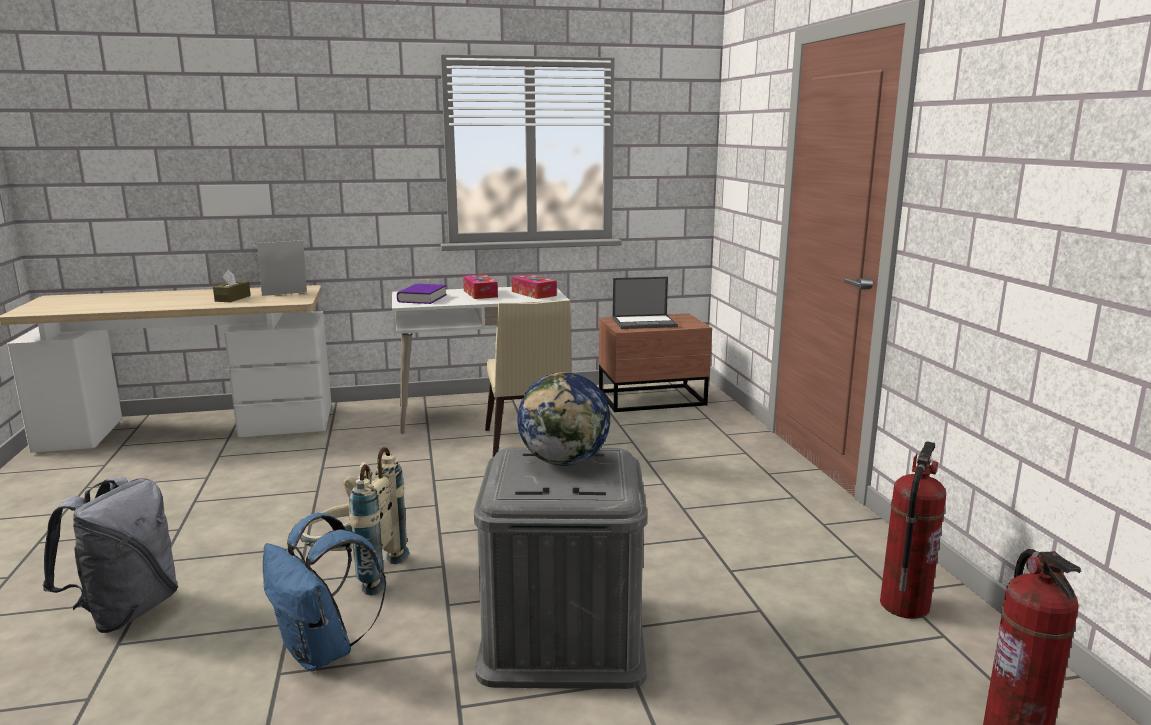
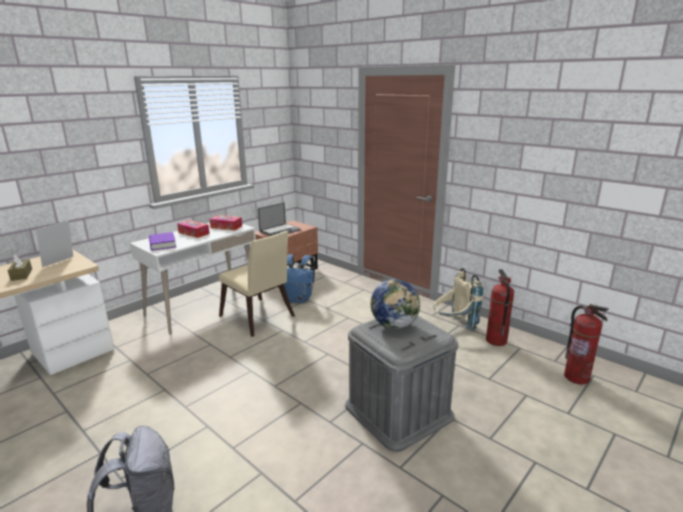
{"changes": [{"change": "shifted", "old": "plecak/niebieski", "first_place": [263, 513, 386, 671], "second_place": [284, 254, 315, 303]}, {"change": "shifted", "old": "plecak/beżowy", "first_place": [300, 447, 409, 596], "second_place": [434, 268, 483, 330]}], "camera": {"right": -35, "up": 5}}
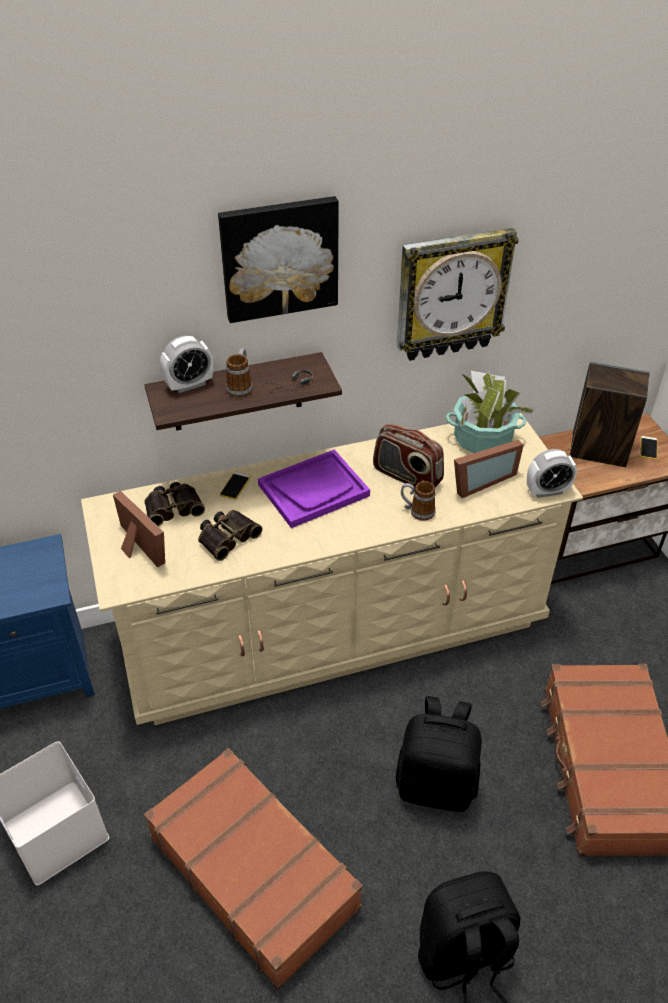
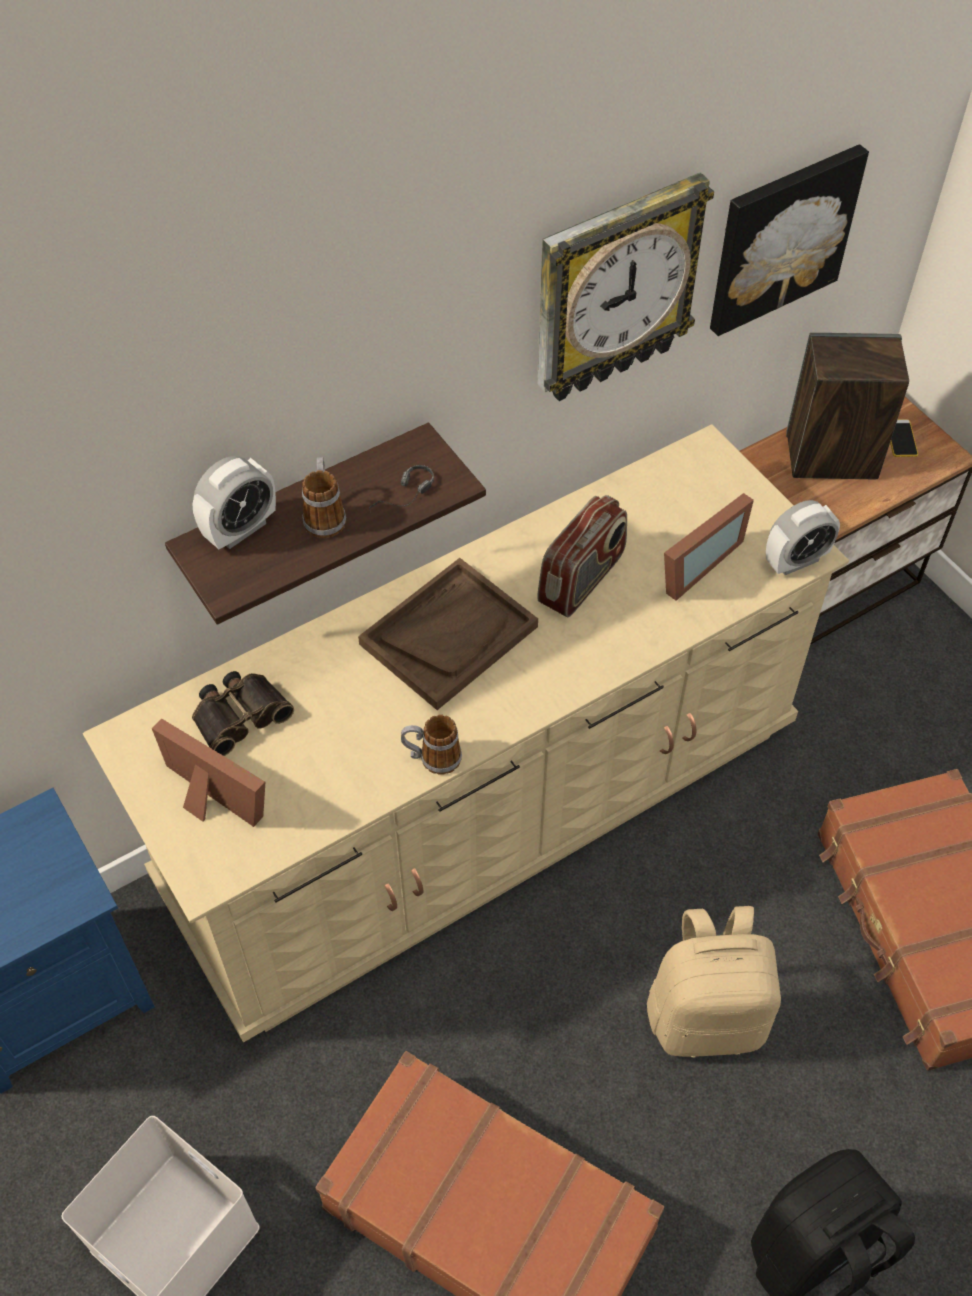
{"changes": [{"change": "gone", "old": "lornetka", "first_place": [198, 510, 263, 561]}, {"change": "shifted", "old": "obraz", "first_place": [218, 196, 339, 323], "second_place": [710, 144, 869, 336]}, {"change": "gone", "old": "telefon", "first_place": [220, 472, 251, 500]}, {"change": "repainted", "old": "taca/fioletowy", "new": "taca/brązowy", "first_place": [258, 449, 370, 528], "second_place": [358, 558, 538, 710]}, {"change": "rotated", "old": "radio", "first_place": [373, 424, 444, 487], "second_place": [537, 495, 627, 618], "degrees": -75}, {"change": "repainted", "old": "plecak/czarny", "new": "plecak/beżowy", "first_place": [396, 696, 482, 812], "second_place": [647, 906, 781, 1058]}, {"change": "shifted", "old": "kubek", "first_place": [401, 481, 436, 520], "second_place": [401, 715, 462, 775]}, {"change": "gone", "old": "roślina doniczkowa", "first_place": [446, 371, 536, 453]}], "camera": {"right": -15, "up": 10}}
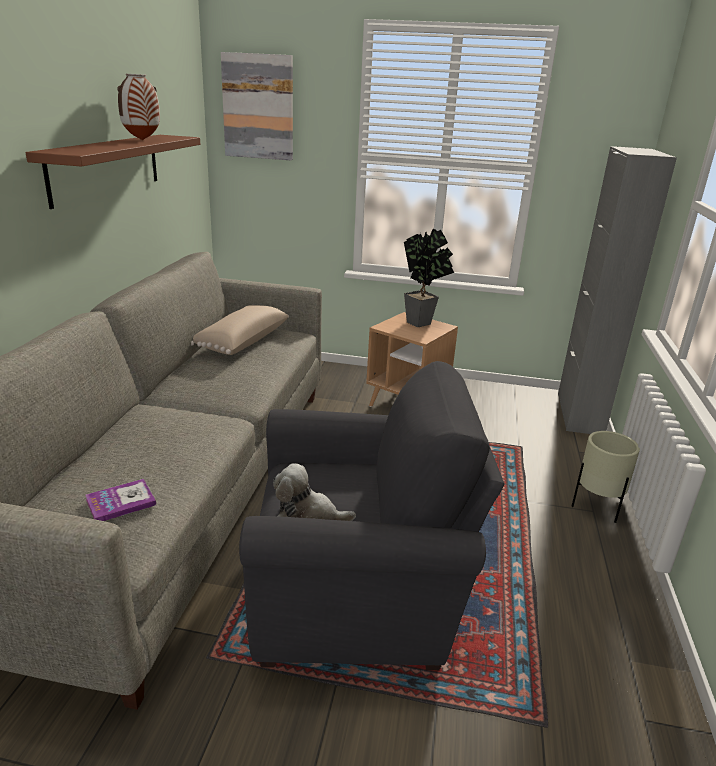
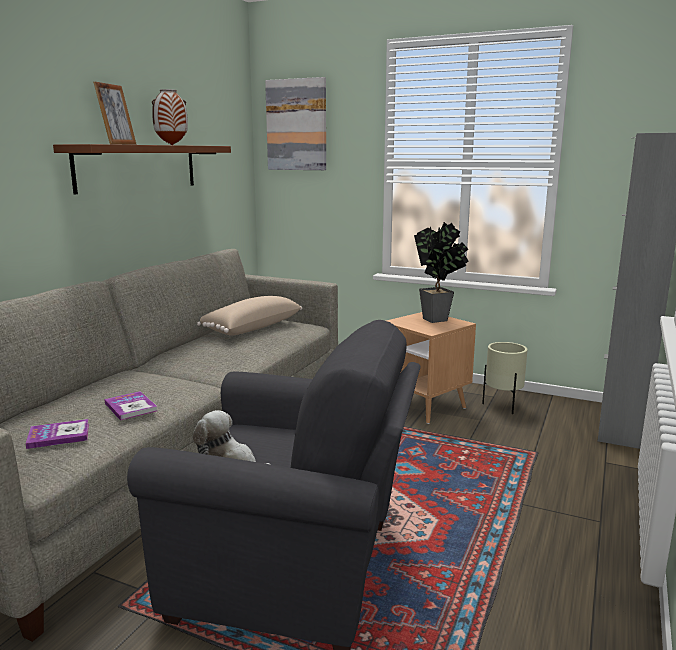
{"changes": [{"change": "shifted", "old": "donica/beżowy", "first_place": [572, 431, 640, 523], "second_place": [482, 342, 527, 414]}, {"change": "new", "new": "ramka na zdjęcie", "second_place": [93, 82, 137, 145]}, {"change": "new", "new": "książka", "second_place": [104, 391, 157, 420]}], "camera": {"right": 15, "up": -10}}
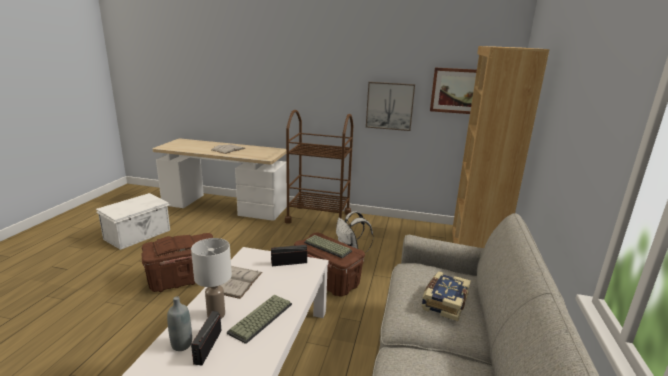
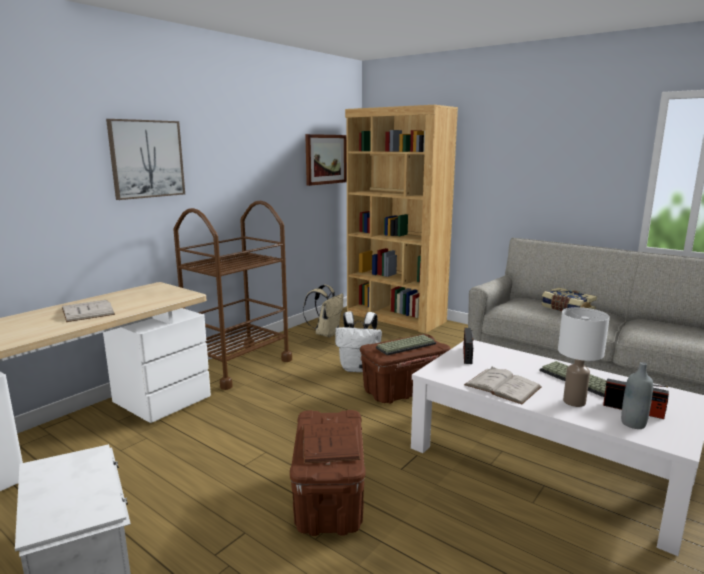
{"changes": [{"change": "shifted", "old": "obraz", "first_place": [366, 82, 415, 131], "second_place": [106, 119, 185, 200]}, {"change": "new", "new": "plecak/beżowy", "second_place": [303, 285, 343, 338]}], "camera": {"right": -65, "up": -5}}
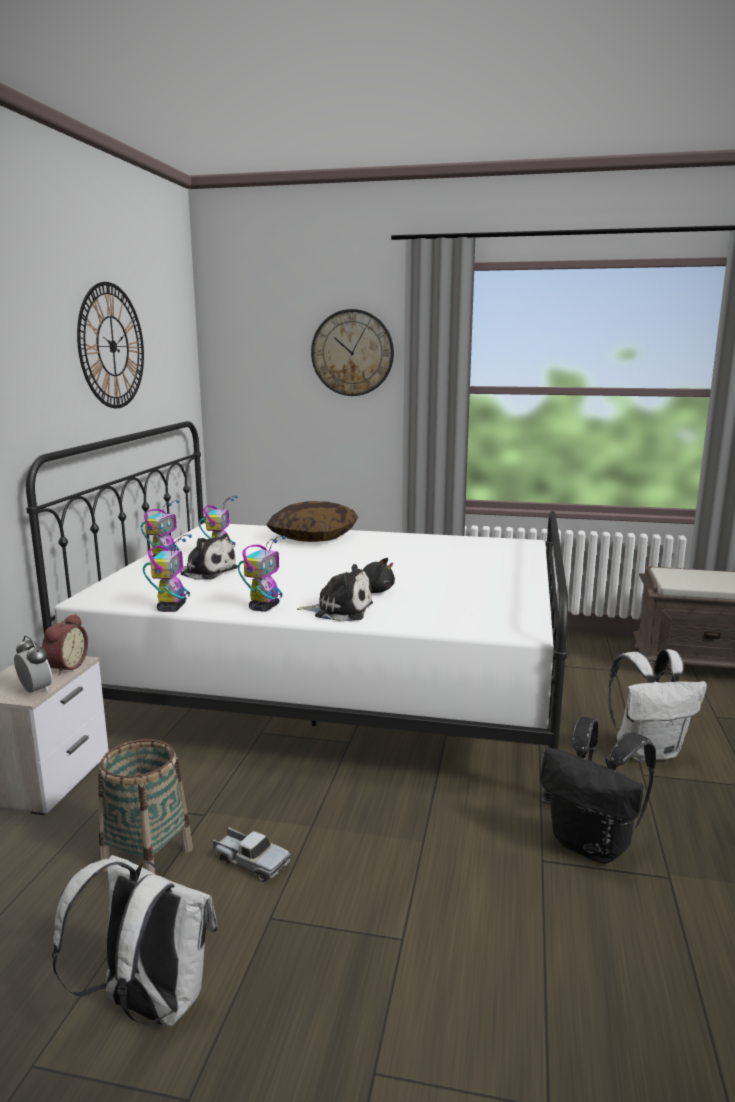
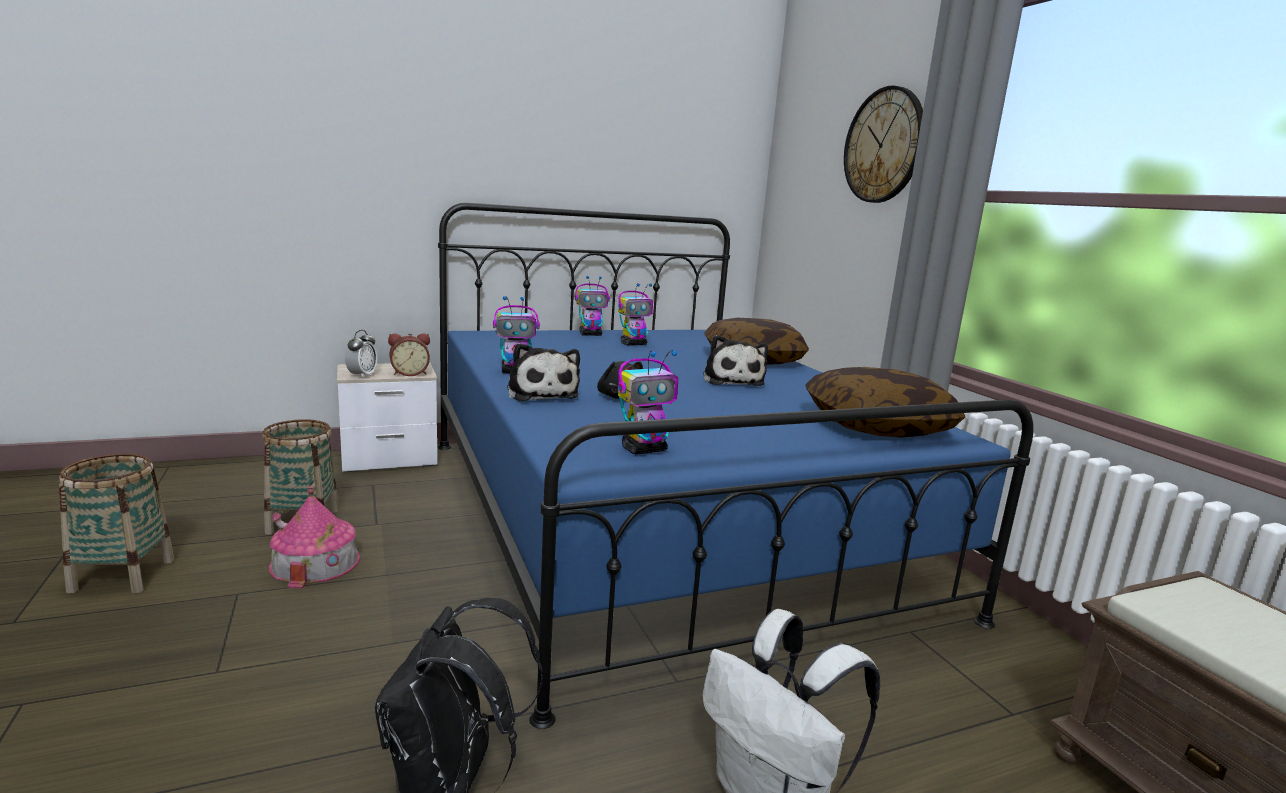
{"changes": [{"change": "repainted", "old": "łóżko/biały", "new": "łóżko/niebieski", "first_place": [26, 421, 568, 804], "second_place": [438, 203, 1034, 729]}, {"change": "swapped", "old": "plecak/biały", "new": "koszyk", "first_place": [52, 855, 218, 1027], "second_place": [59, 454, 174, 594]}, {"change": "gone", "old": "zegar ścienny", "first_place": [77, 282, 144, 408]}, {"change": "shifted", "old": "robot zabawkowy", "first_place": [143, 534, 192, 612], "second_place": [618, 350, 678, 455]}, {"change": "shifted", "old": "pluszak", "first_place": [181, 533, 238, 580], "second_place": [703, 335, 768, 386]}, {"change": "swapped", "old": "ciężarówka zabawkowa", "new": "domek", "first_place": [213, 827, 291, 882], "second_place": [269, 486, 360, 589]}, {"change": "new", "new": "poduszka", "second_place": [805, 367, 965, 438]}], "camera": {"right": 55, "up": 0}}
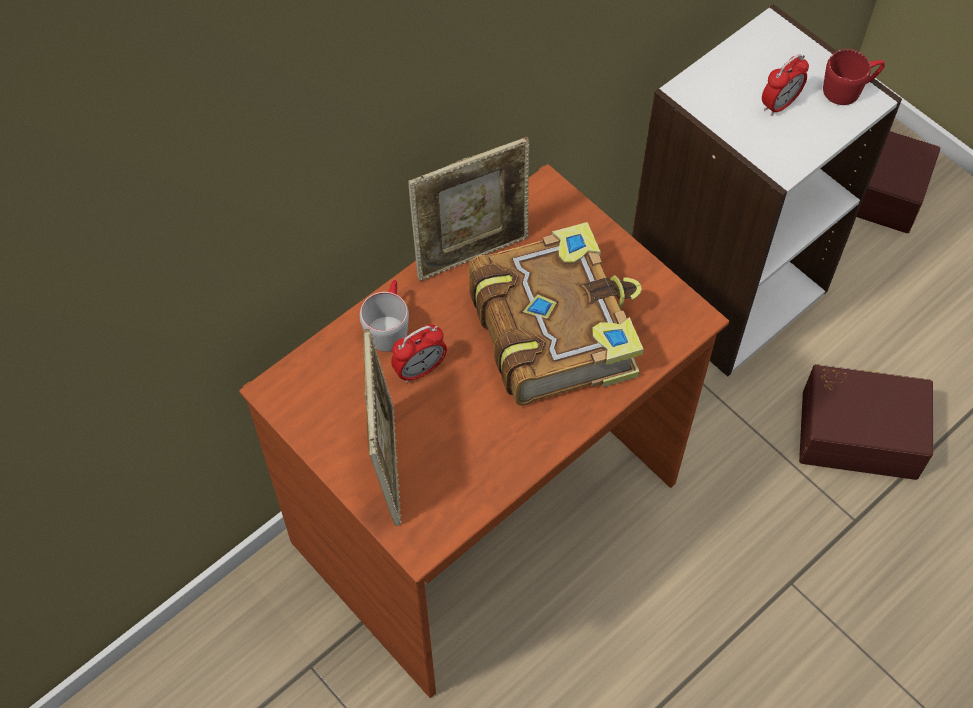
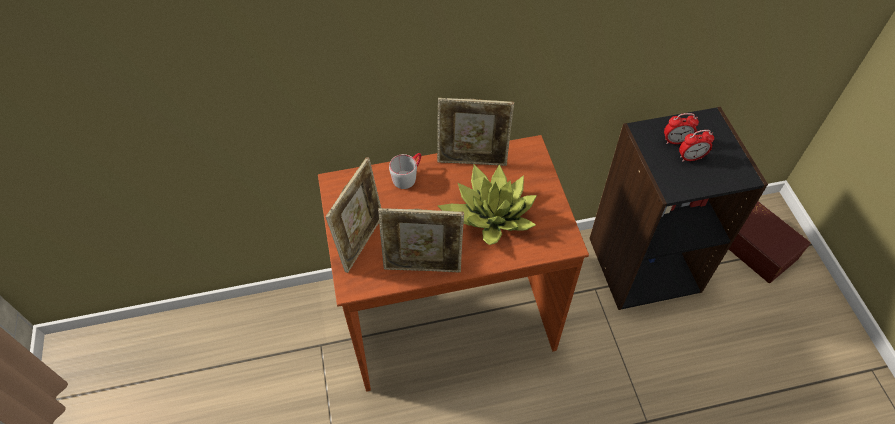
{"changes": [{"change": "shifted", "old": "budzik", "first_place": [391, 324, 447, 383], "second_place": [664, 113, 699, 144]}, {"change": "swapped", "old": "książka", "new": "roślina doniczkowa", "first_place": [469, 222, 644, 406], "second_place": [438, 164, 537, 245]}, {"change": "repainted", "old": "regał/biały", "new": "regał/czarny", "first_place": [632, 4, 902, 377], "second_place": [589, 107, 768, 310]}, {"change": "gone", "old": "pojemnik do przechowywania/brązowy", "first_place": [799, 364, 933, 480]}, {"change": "gone", "old": "kubek/czerwony", "first_place": [823, 49, 885, 105]}, {"change": "new", "new": "ramka na zdjęcie", "second_place": [378, 208, 464, 272]}], "camera": {"right": 30, "up": -5}}
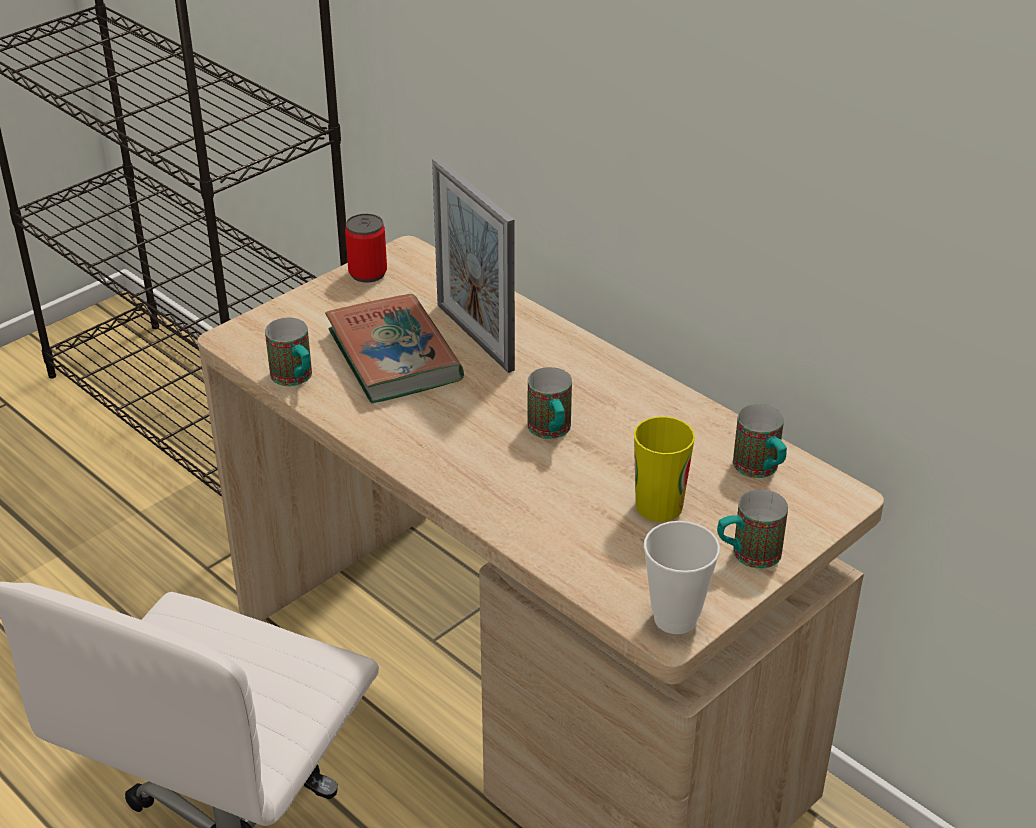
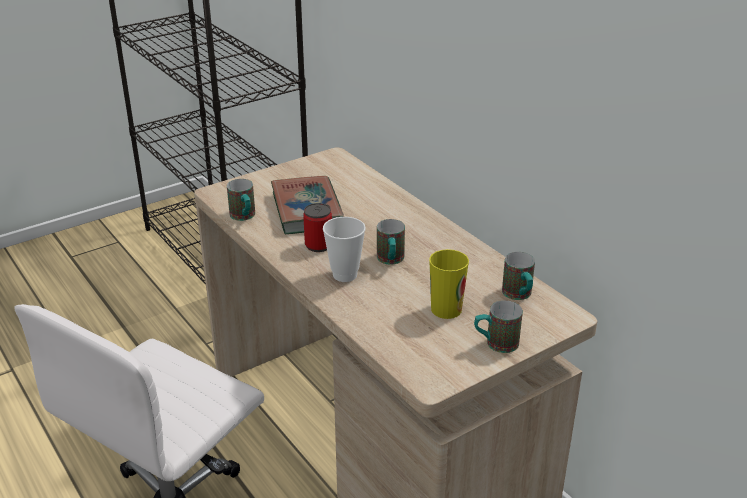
{"changes": [{"change": "shifted", "old": "puszka", "first_place": [345, 214, 387, 283], "second_place": [303, 203, 332, 252]}, {"change": "gone", "old": "ramka na zdjęcie", "first_place": [432, 157, 515, 373]}, {"change": "shifted", "old": "filiżanka", "first_place": [644, 521, 720, 634], "second_place": [323, 217, 366, 282]}], "camera": {"right": 10, "up": -5}}
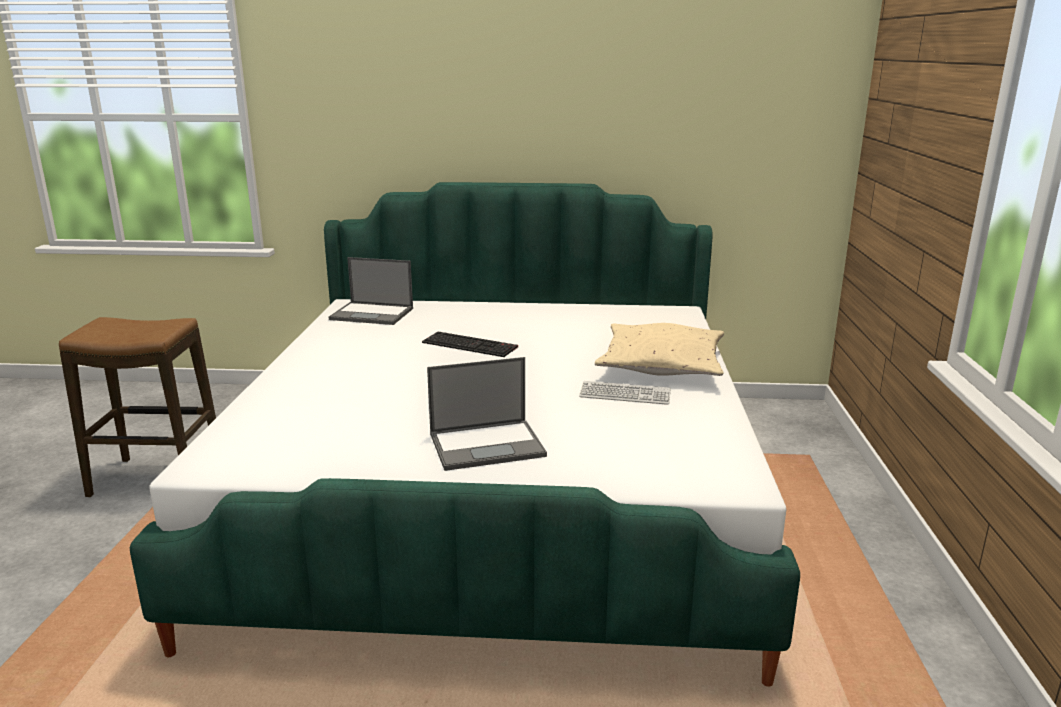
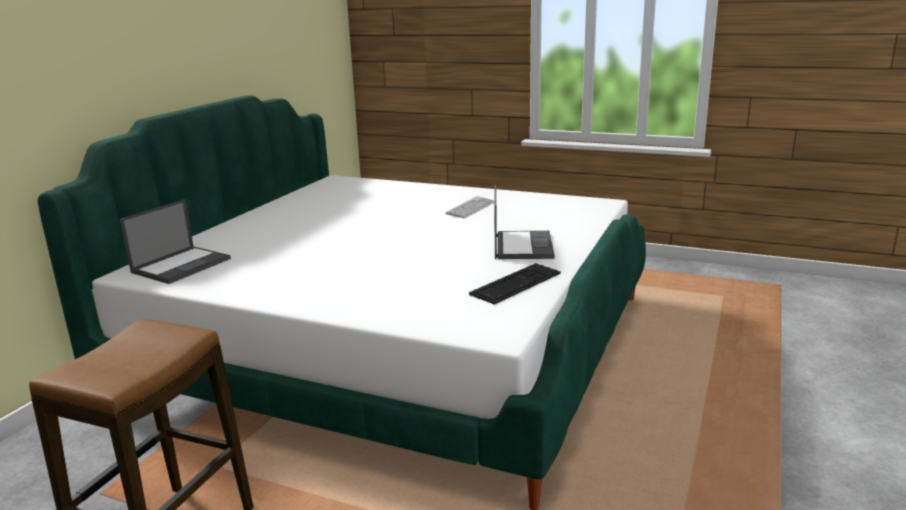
{"changes": [{"change": "shifted", "old": "klawiatura", "first_place": [422, 331, 518, 357], "second_place": [469, 263, 561, 304]}, {"change": "gone", "old": "poduszka/beżowy", "first_place": [595, 323, 724, 376]}], "camera": {"right": -70, "up": 0}}
